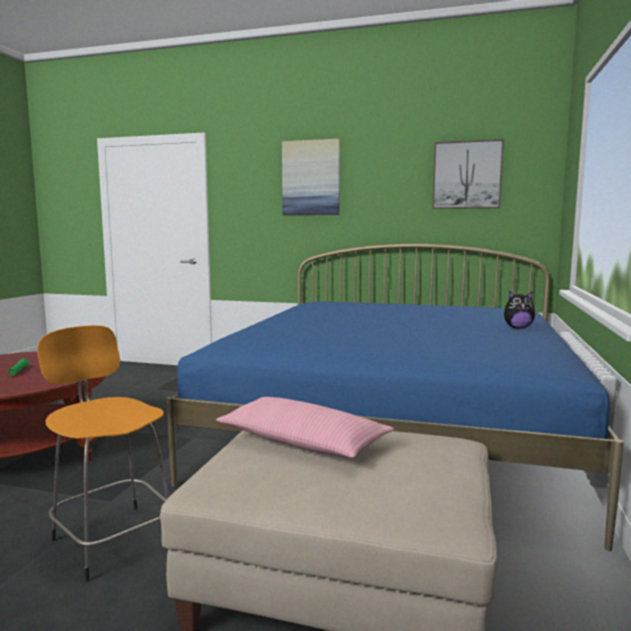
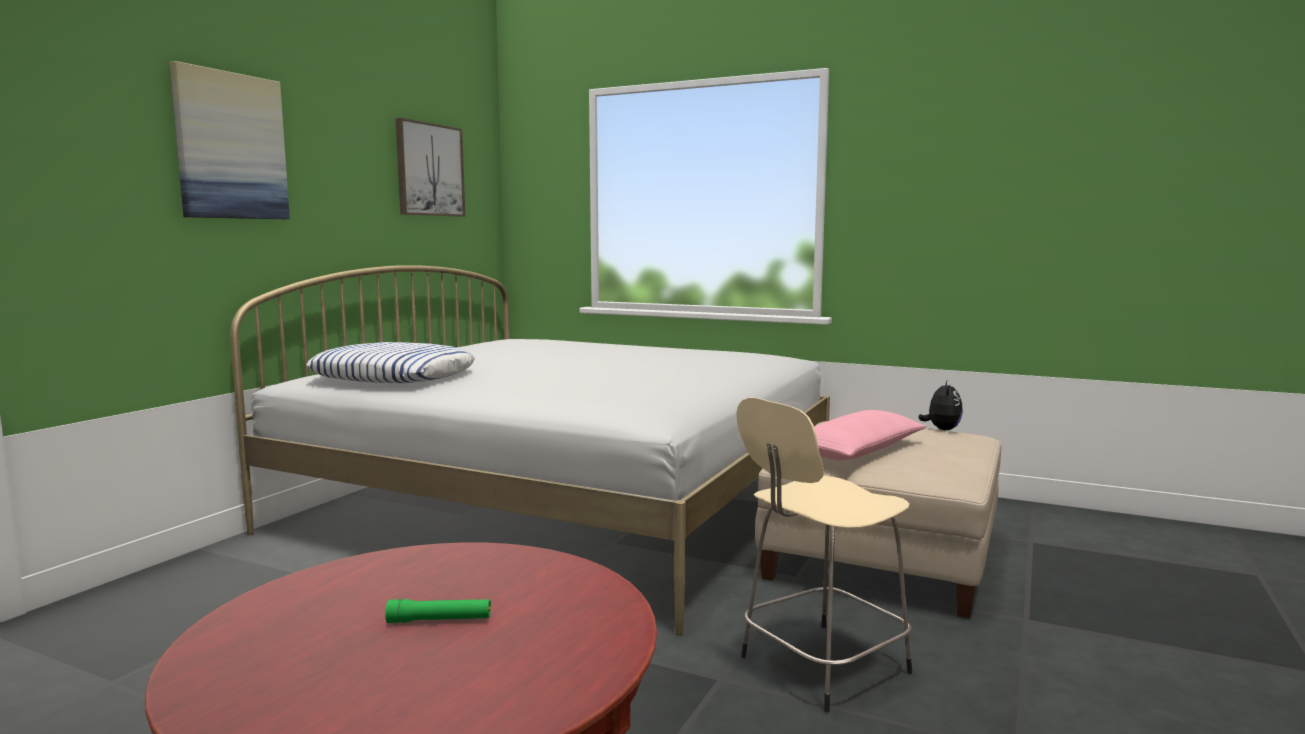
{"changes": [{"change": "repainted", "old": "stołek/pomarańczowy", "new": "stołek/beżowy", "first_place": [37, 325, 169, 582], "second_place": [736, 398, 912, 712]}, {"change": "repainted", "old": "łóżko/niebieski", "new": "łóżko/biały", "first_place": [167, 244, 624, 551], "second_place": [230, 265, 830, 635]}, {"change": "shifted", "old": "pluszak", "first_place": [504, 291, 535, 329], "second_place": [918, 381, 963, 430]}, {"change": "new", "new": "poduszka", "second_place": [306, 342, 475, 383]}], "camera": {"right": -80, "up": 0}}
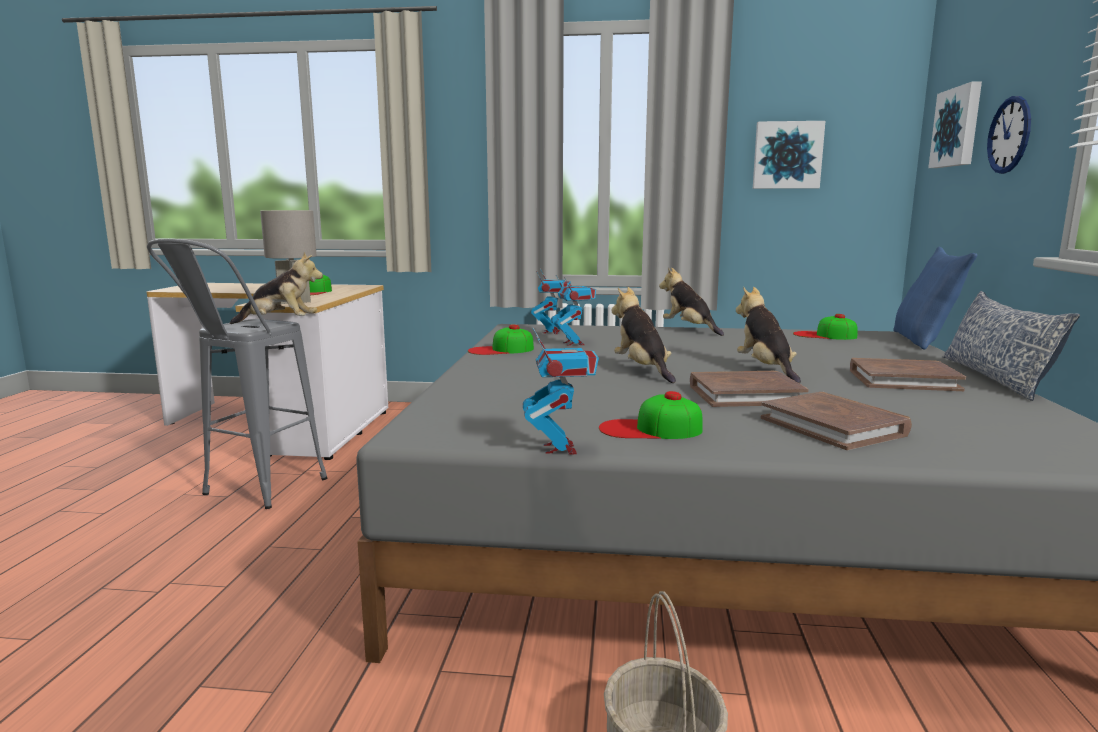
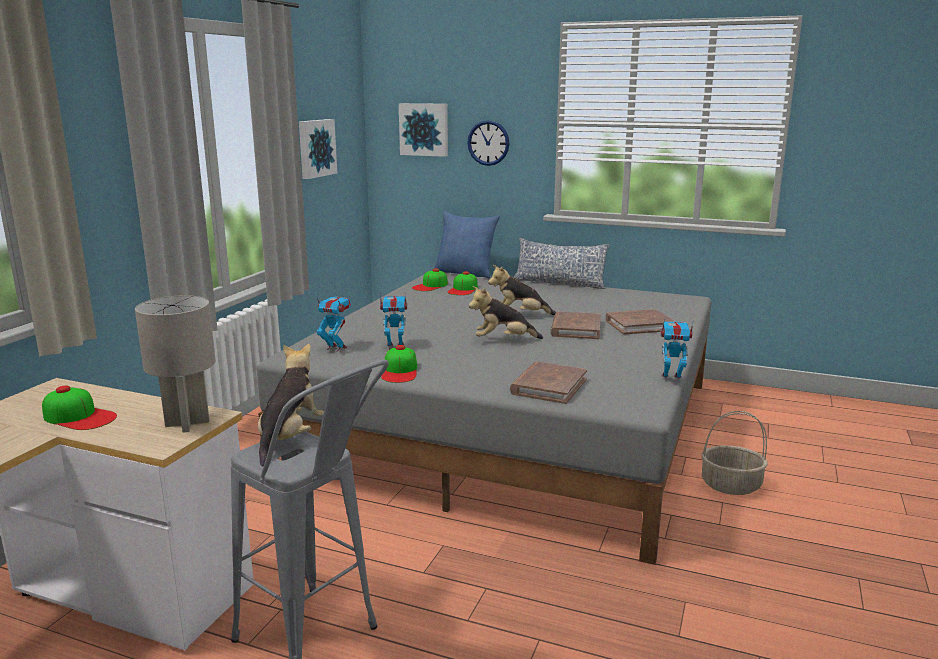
{"changes": [{"change": "shifted", "old": "czapka z daszkiem", "first_place": [599, 391, 703, 439], "second_place": [448, 271, 478, 295]}, {"change": "gone", "old": "pluszak", "first_place": [659, 267, 724, 336]}, {"change": "shifted", "old": "książka/brązowy", "first_place": [850, 358, 966, 391], "second_place": [510, 362, 587, 404]}], "camera": {"right": -75, "up": 5}}
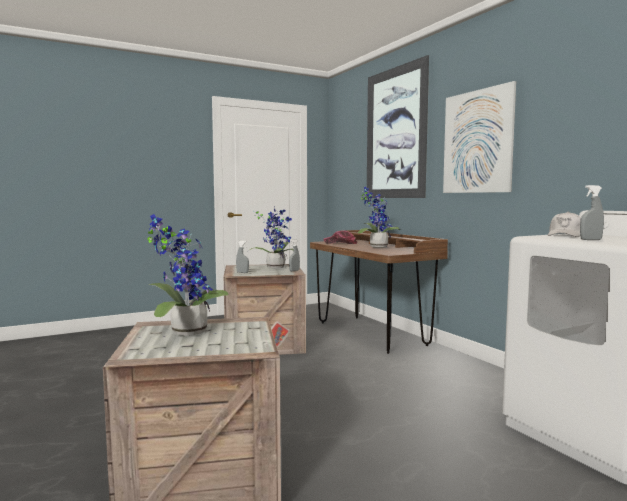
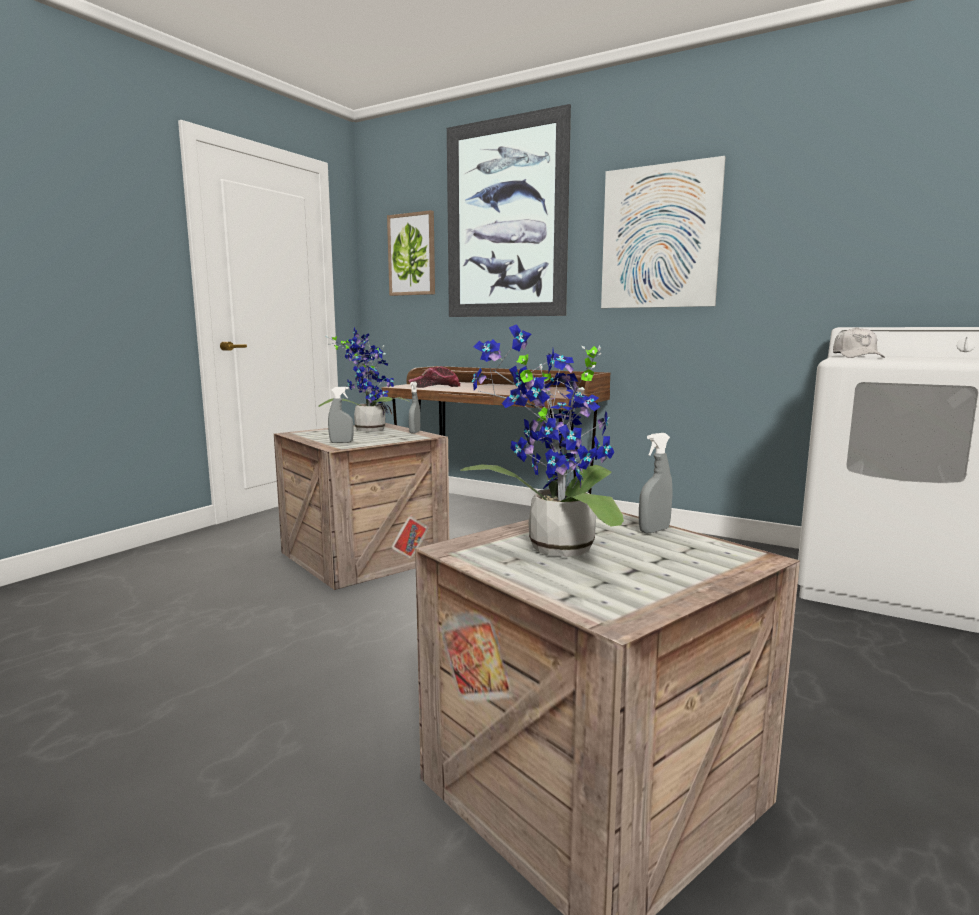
{"changes": [{"change": "gone", "old": "roślina doniczkowa", "first_place": [358, 187, 401, 247]}, {"change": "shifted", "old": "spryskiwacz/szary", "first_place": [580, 185, 604, 240], "second_place": [639, 433, 673, 534]}, {"change": "new", "new": "obraz", "second_place": [387, 210, 435, 296]}], "camera": {"right": -30, "up": 5}}
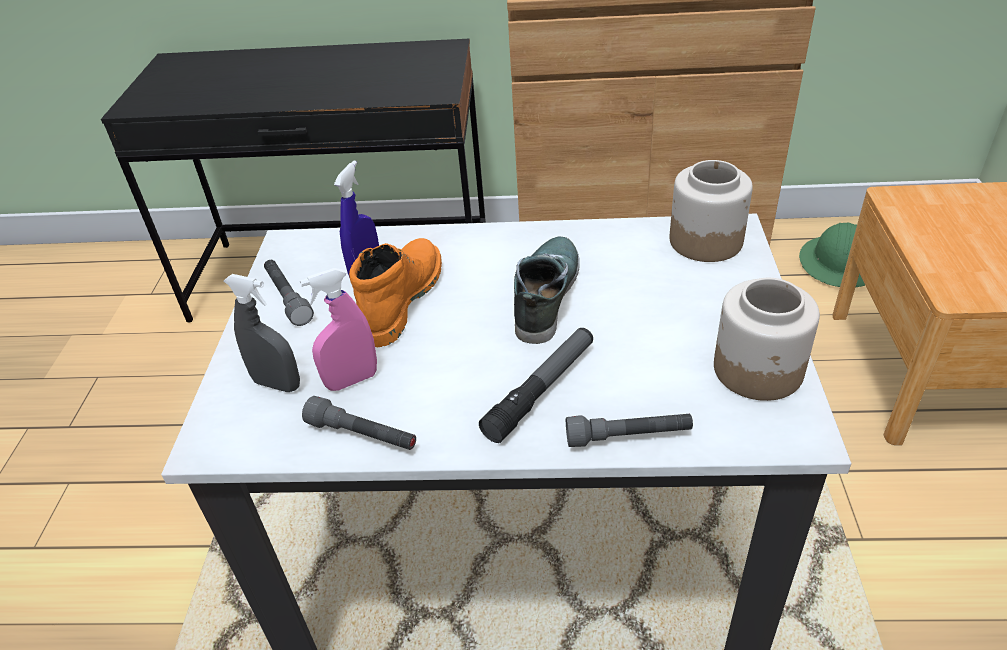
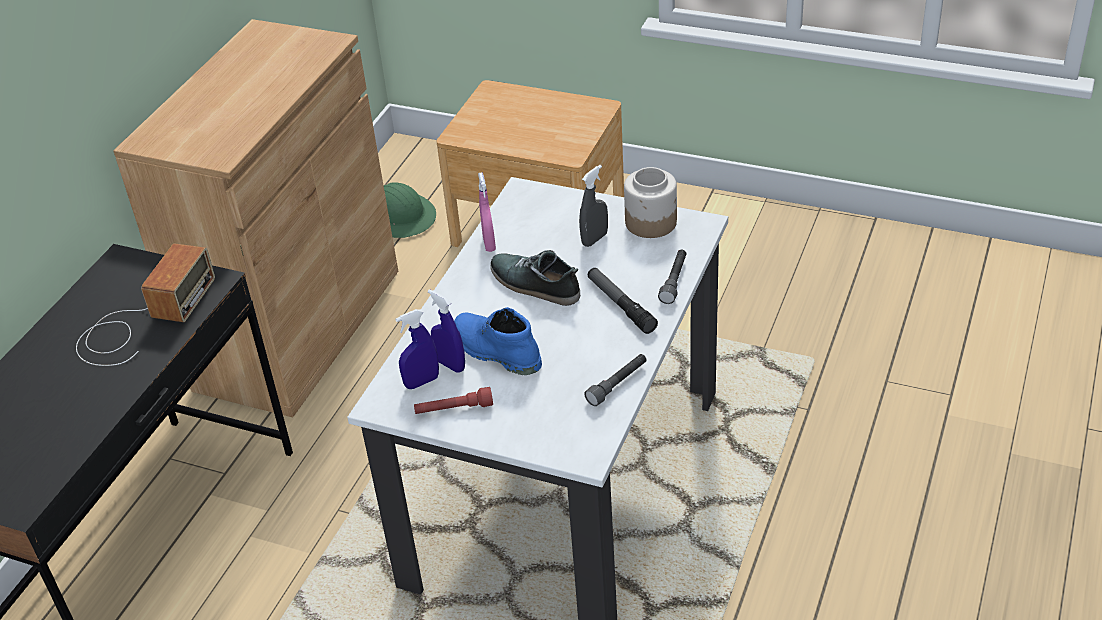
{"changes": [{"change": "shifted", "old": "spryskiwacz/szary", "first_place": [224, 274, 300, 392], "second_place": [579, 165, 608, 247]}, {"change": "repainted", "old": "latarka/szary", "new": "latarka/czerwony", "first_place": [264, 260, 314, 326], "second_place": [414, 387, 493, 414]}, {"change": "shifted", "old": "spryskiwacz/różowy", "first_place": [300, 268, 377, 391], "second_place": [478, 172, 496, 252]}, {"change": "repainted", "old": "but z cholewką/pomarańczowy", "new": "but z cholewką/niebieski", "first_place": [349, 238, 442, 347], "second_place": [454, 307, 542, 375]}, {"change": "gone", "old": "słoik", "first_place": [670, 160, 753, 262]}, {"change": "new", "new": "radio", "second_place": [76, 243, 215, 366]}, {"change": "new", "new": "spryskiwacz/niebieski", "second_place": [395, 309, 439, 389]}], "camera": {"right": -70, "up": 0}}
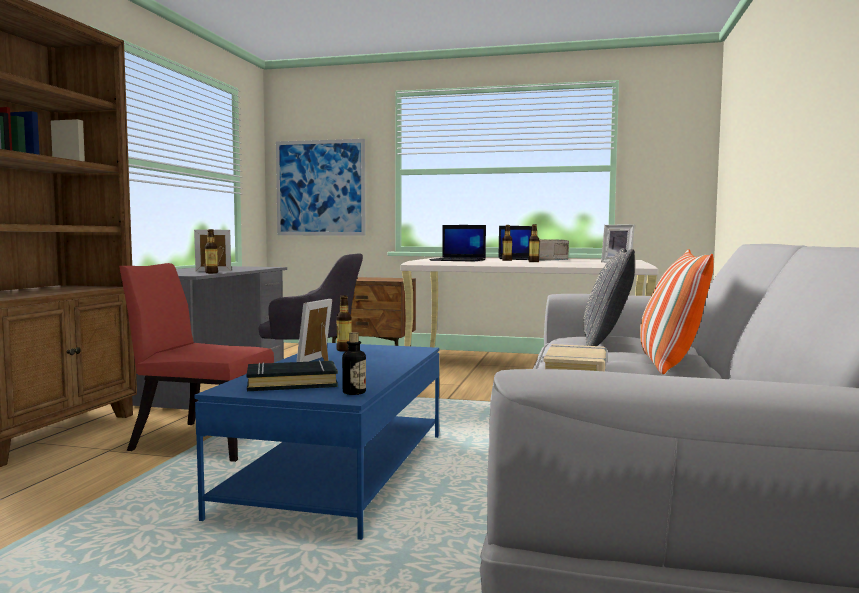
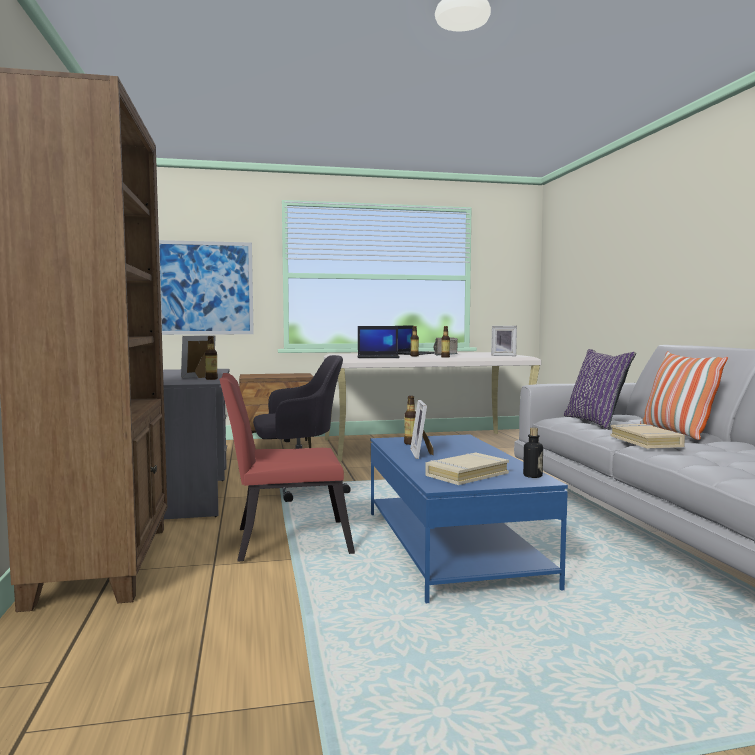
{"changes": [{"change": "repainted", "old": "książka/czarny", "new": "książka/beżowy", "first_place": [247, 360, 338, 391], "second_place": [425, 453, 509, 485]}, {"change": "repainted", "old": "poduszka/szary", "new": "poduszka/fioletowy", "first_place": [583, 248, 635, 346], "second_place": [564, 349, 636, 429]}], "camera": {"right": -25, "up": 0}}
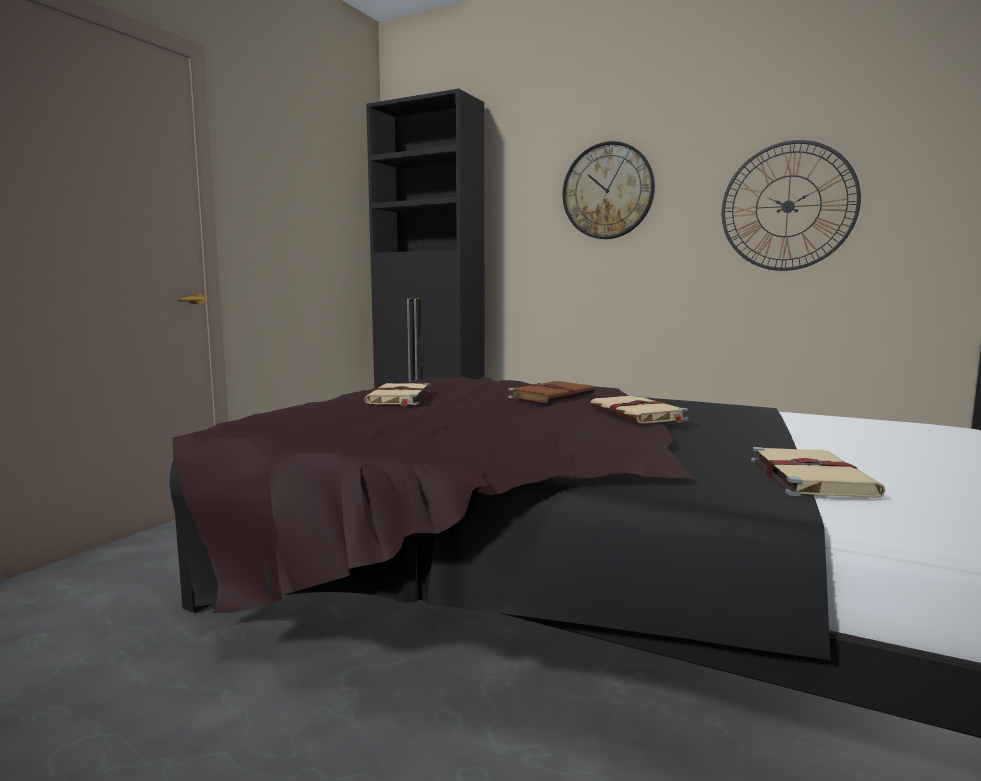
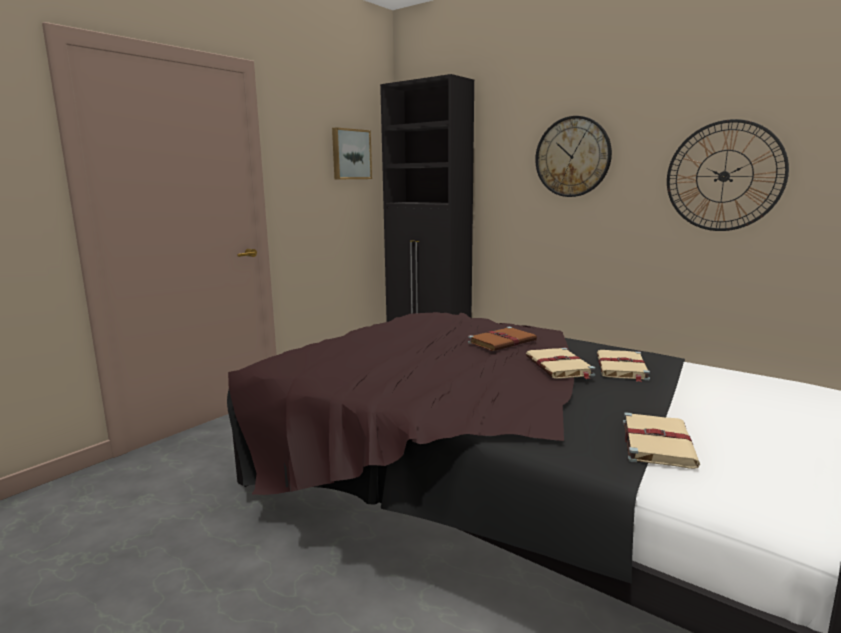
{"changes": [{"change": "shifted", "old": "książka/beżowy", "first_place": [364, 383, 430, 406], "second_place": [597, 350, 650, 382]}, {"change": "new", "new": "obraz", "second_place": [332, 127, 372, 180]}], "camera": {"right": 10, "up": 5}}
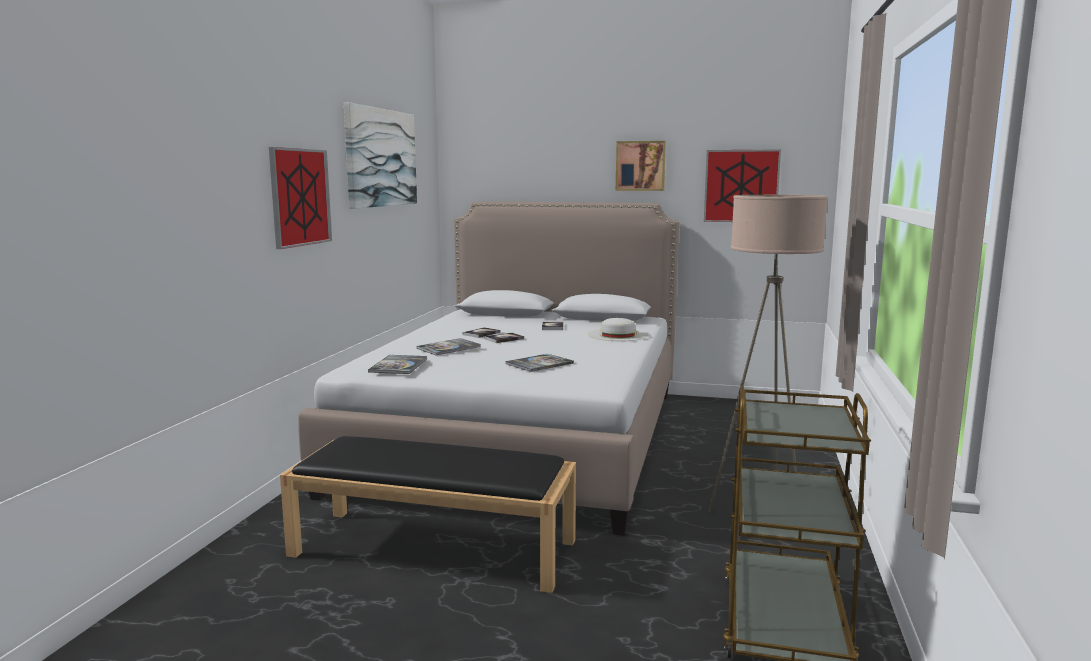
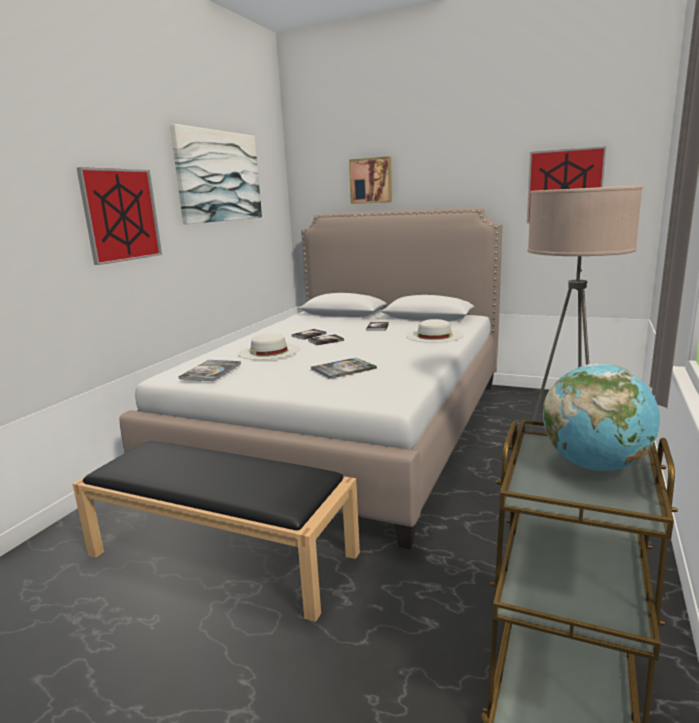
{"changes": [{"change": "swapped", "old": "książka", "new": "kapelusz/biały", "first_place": [416, 338, 481, 355], "second_place": [238, 333, 299, 360]}, {"change": "shifted", "old": "obraz", "first_place": [616, 141, 666, 191], "second_place": [349, 156, 392, 204]}, {"change": "new", "new": "globus", "second_place": [543, 363, 660, 471]}], "camera": {"right": 10, "up": 5}}
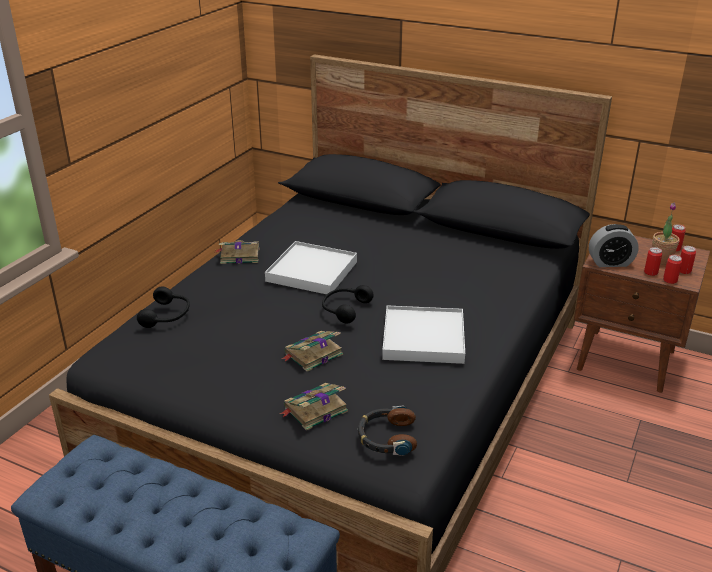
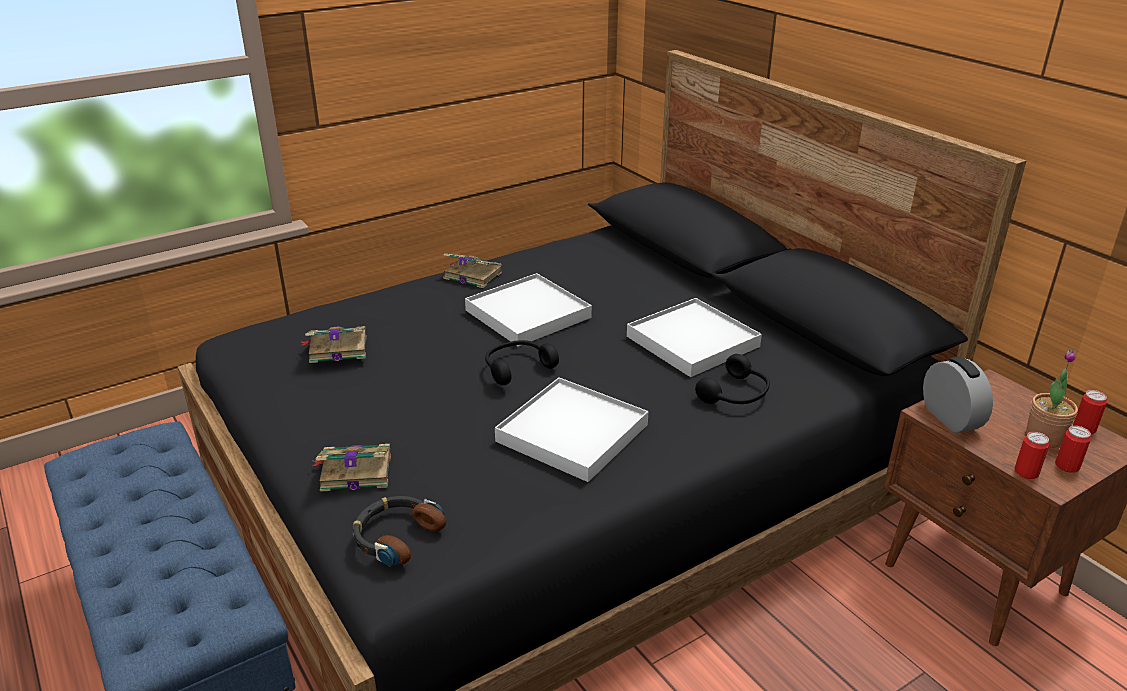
{"changes": [{"change": "shifted", "old": "słuchawki/czarny", "first_place": [137, 287, 190, 328], "second_place": [695, 354, 770, 404]}, {"change": "shifted", "old": "książka", "first_place": [281, 331, 343, 372], "second_place": [300, 326, 367, 363]}, {"change": "rotated", "old": "budzik", "first_place": [589, 224, 639, 267], "second_place": [923, 357, 993, 433], "degrees": -135}, {"change": "gone", "old": "puszka", "first_place": [644, 247, 662, 276]}, {"change": "new", "new": "taca/biały", "second_place": [627, 298, 762, 377]}], "camera": {"right": 30, "up": 0}}
